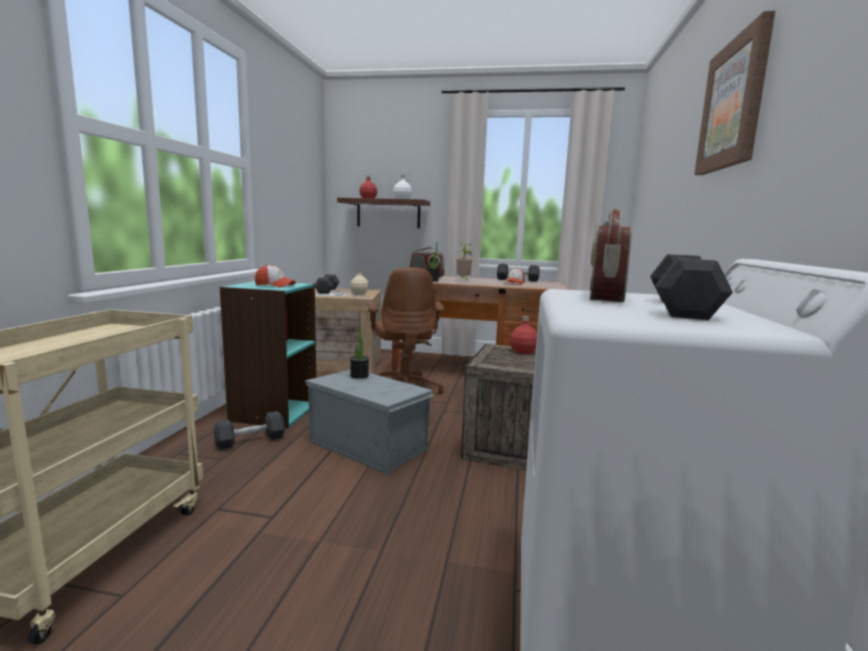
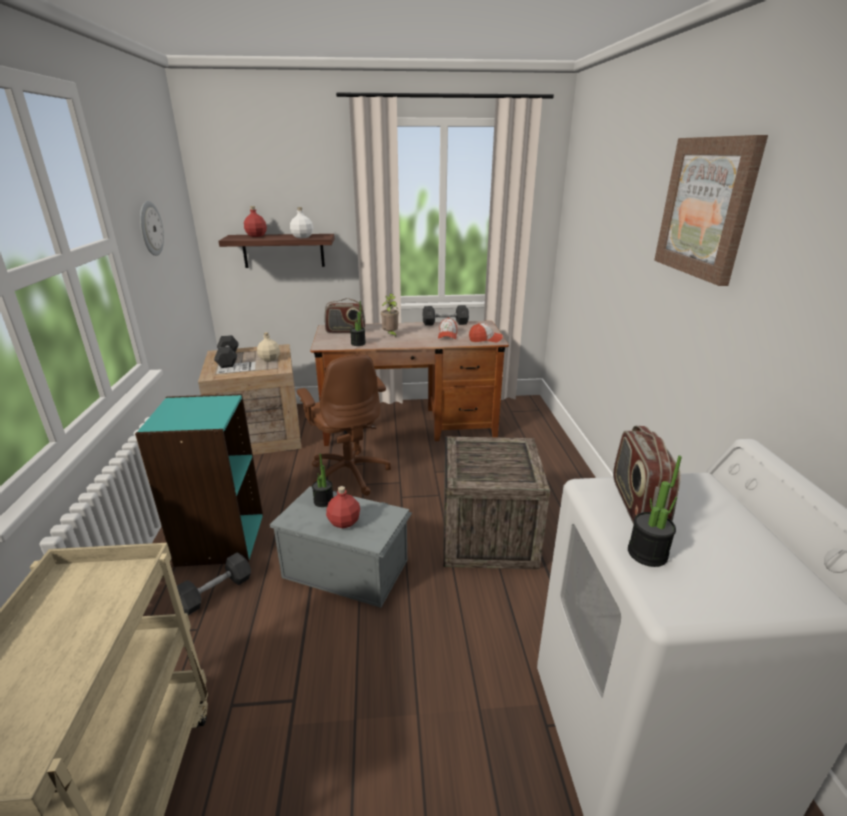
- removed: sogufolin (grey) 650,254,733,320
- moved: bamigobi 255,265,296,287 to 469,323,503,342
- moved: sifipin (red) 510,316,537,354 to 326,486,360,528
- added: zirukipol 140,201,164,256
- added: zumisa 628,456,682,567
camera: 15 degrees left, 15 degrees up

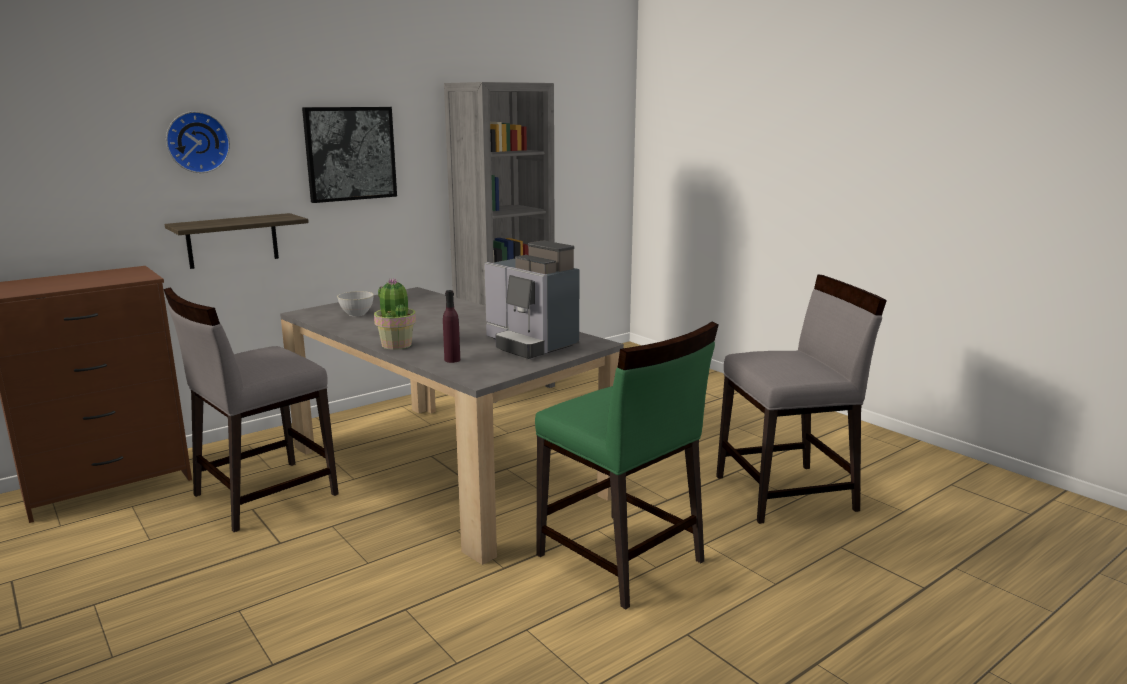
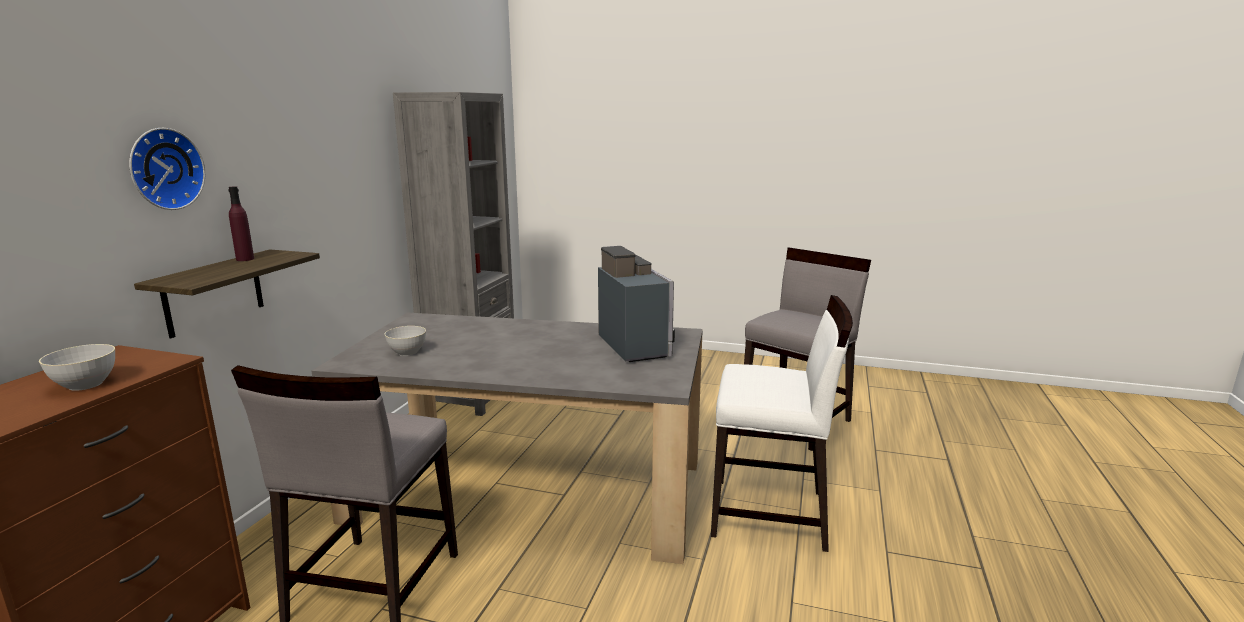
- removed: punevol 302,107,397,203
- turned: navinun 484,241,580,359 = 598,246,675,362 120 degrees counterclockwise
- removed: zumisa 374,278,416,350
- moved: sifipin (purple) 443,290,460,363 to 228,186,254,261
- recoloured: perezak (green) 535,322,719,610 to perezak (white) 711,295,853,552
- added: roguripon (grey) 39,344,115,391
camera: 35 degrees left, 0 degrees up

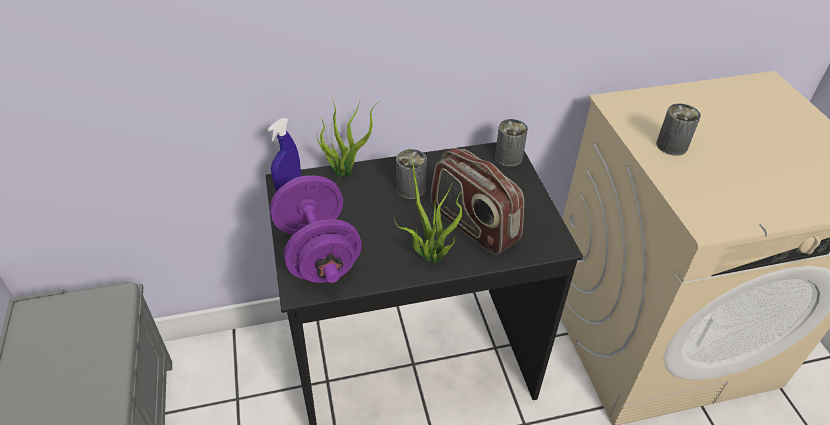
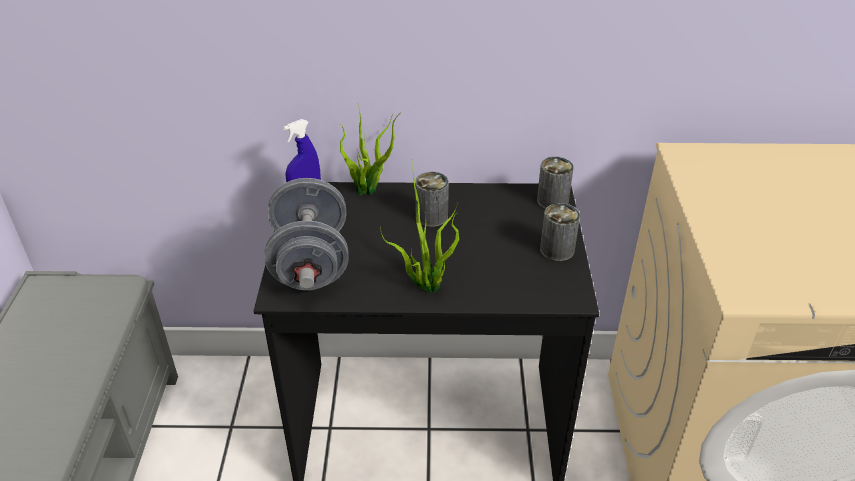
- moved: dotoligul 656,103,701,156 to 540,203,580,261
- removed: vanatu 430,148,524,256
- recoloured: sogufolin (purple) 270,175,362,283 to sogufolin (grey) 265,178,349,290
camera: 15 degrees right, 5 degrees down

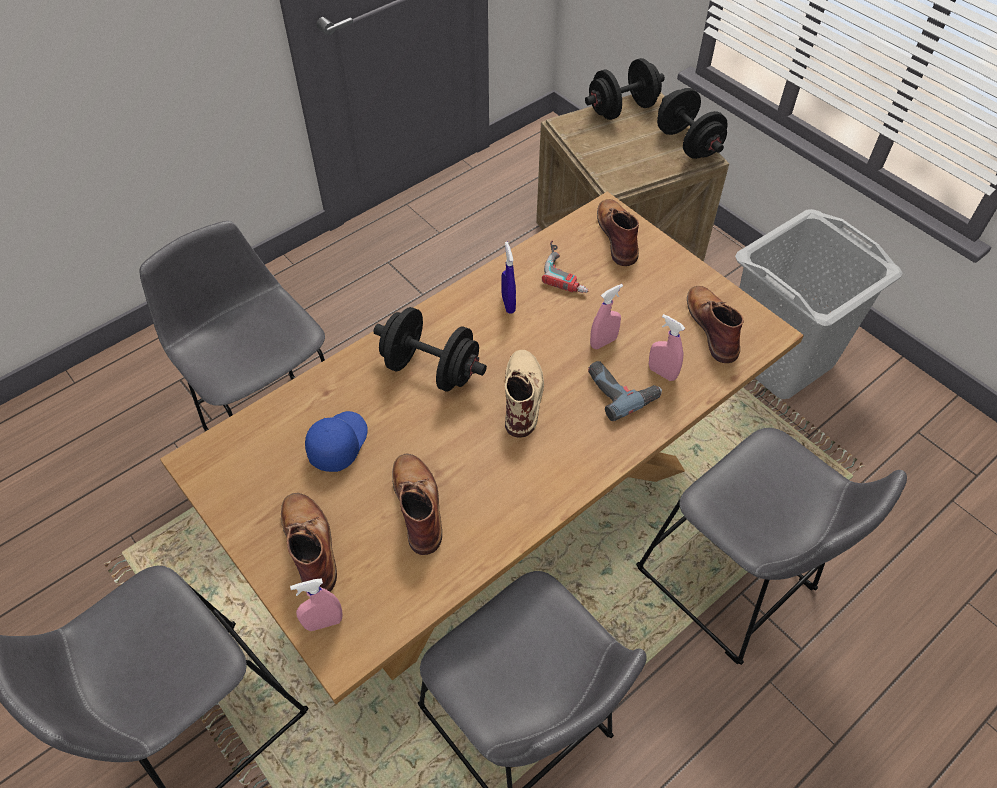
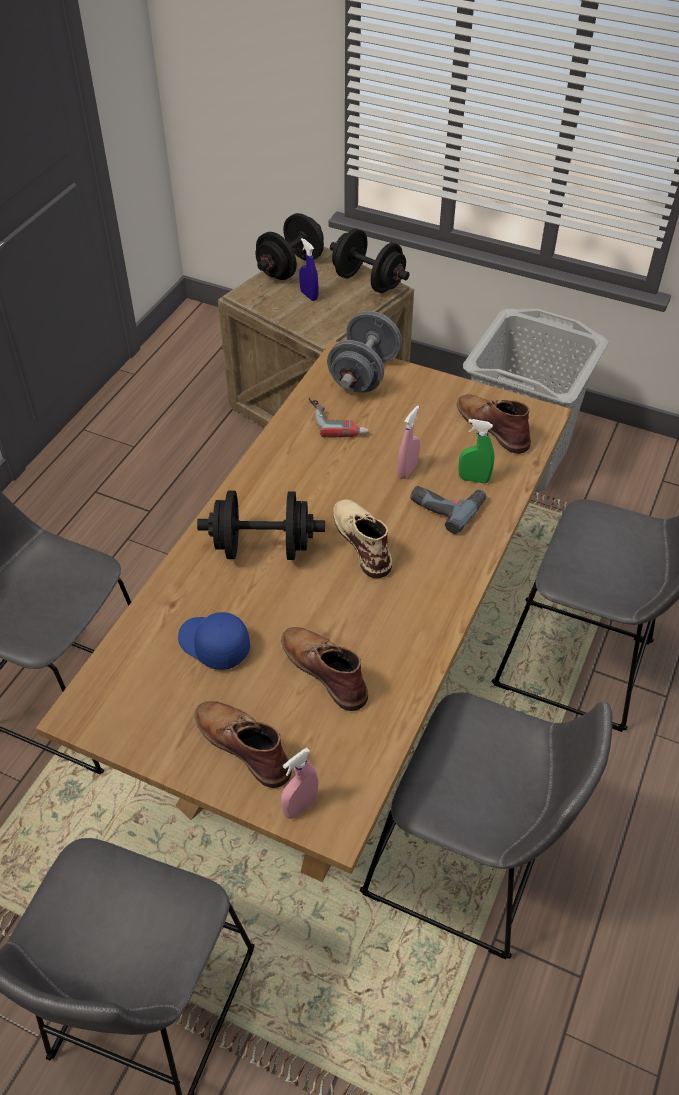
- replaced: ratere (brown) 597,199,639,266 to sogufolin (grey) 327,311,402,393
- moved: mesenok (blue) 501,242,516,314 to 299,238,319,301
- recoloured: mesenok (pink) 649,314,685,381 to mesenok (green) 458,419,495,484
- turned: bamigobi (blue) 305,411,368,472 = 178,612,250,670 45 degrees counterclockwise
camera: 25 degrees left, 5 degrees down

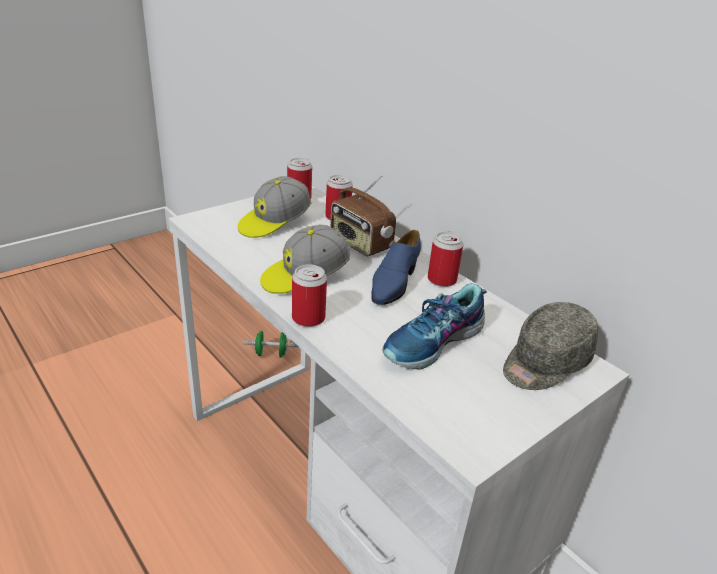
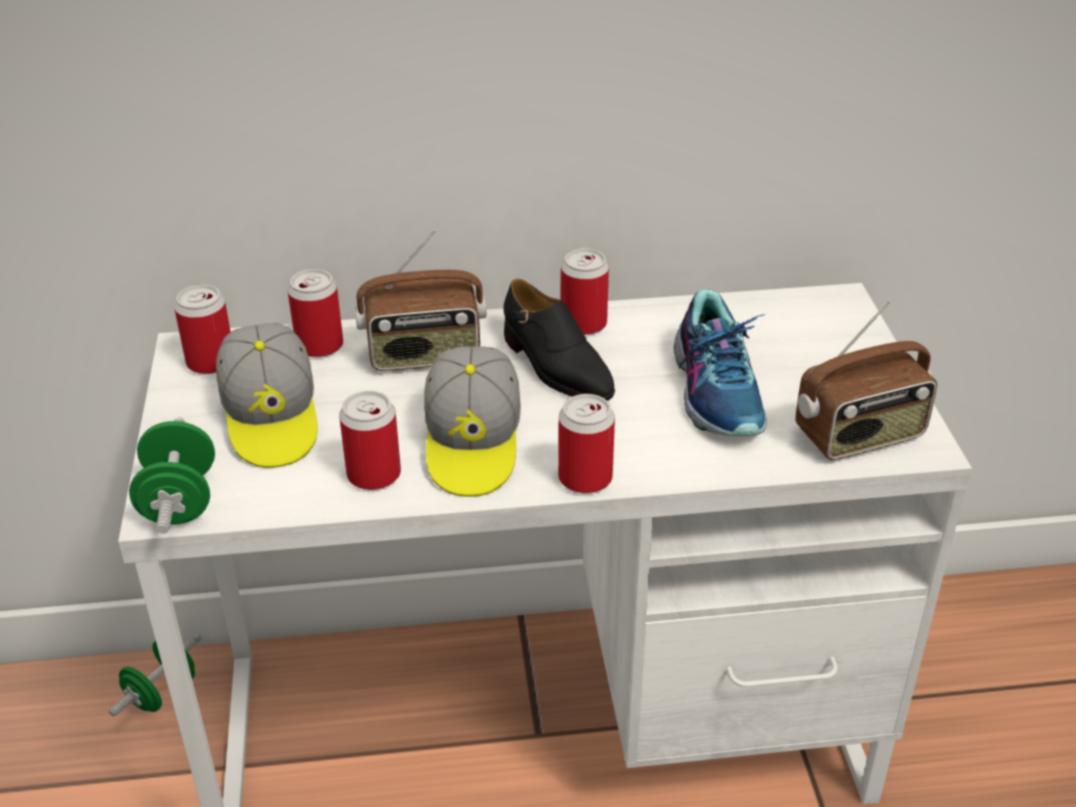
- recoloured: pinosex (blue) 371,230,421,305 to pinosex (black) 504,279,615,401
- removed: bamigobi (grey) 503,302,598,390
- added: vanatu 795,301,937,460
- added: dotoligul 339,391,401,490
- added: sogufolin (green) 129,418,215,534
camera: 55 degrees left, 5 degrees up

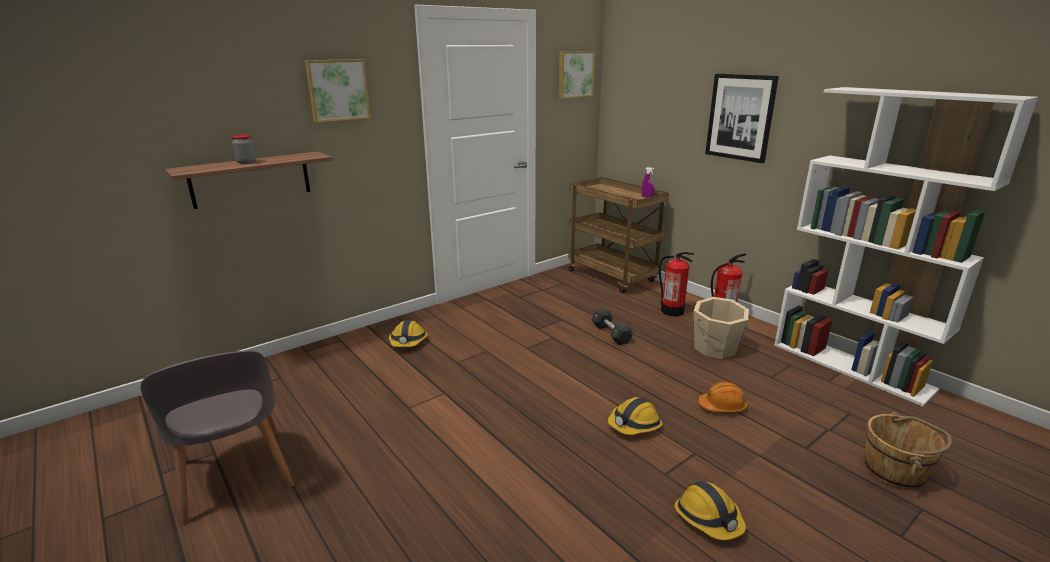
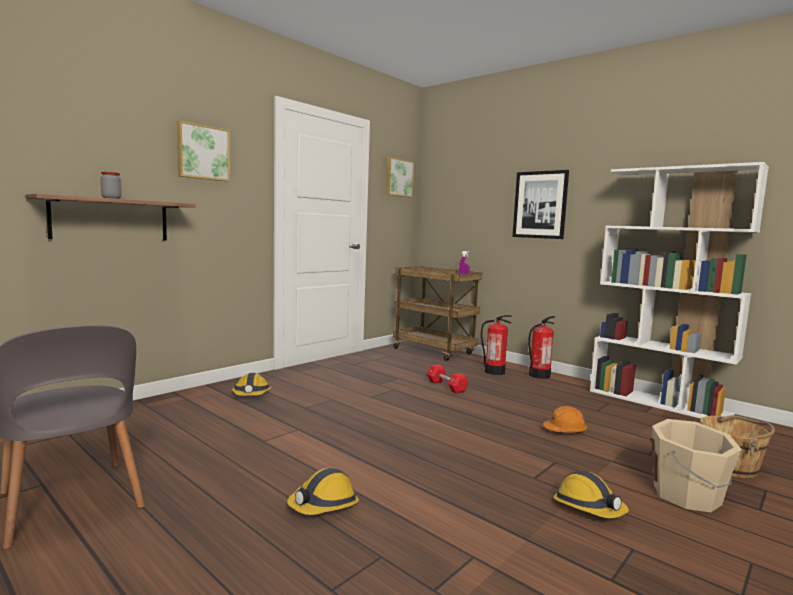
- moved: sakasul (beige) 694,297,749,359 to 652,419,742,512
- recoloured: sogufolin (black) 591,308,633,345 to sogufolin (red) 427,364,468,394
- moved: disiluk 608,397,663,435 to 287,468,359,515
camera: 10 degrees left, 15 degrees down

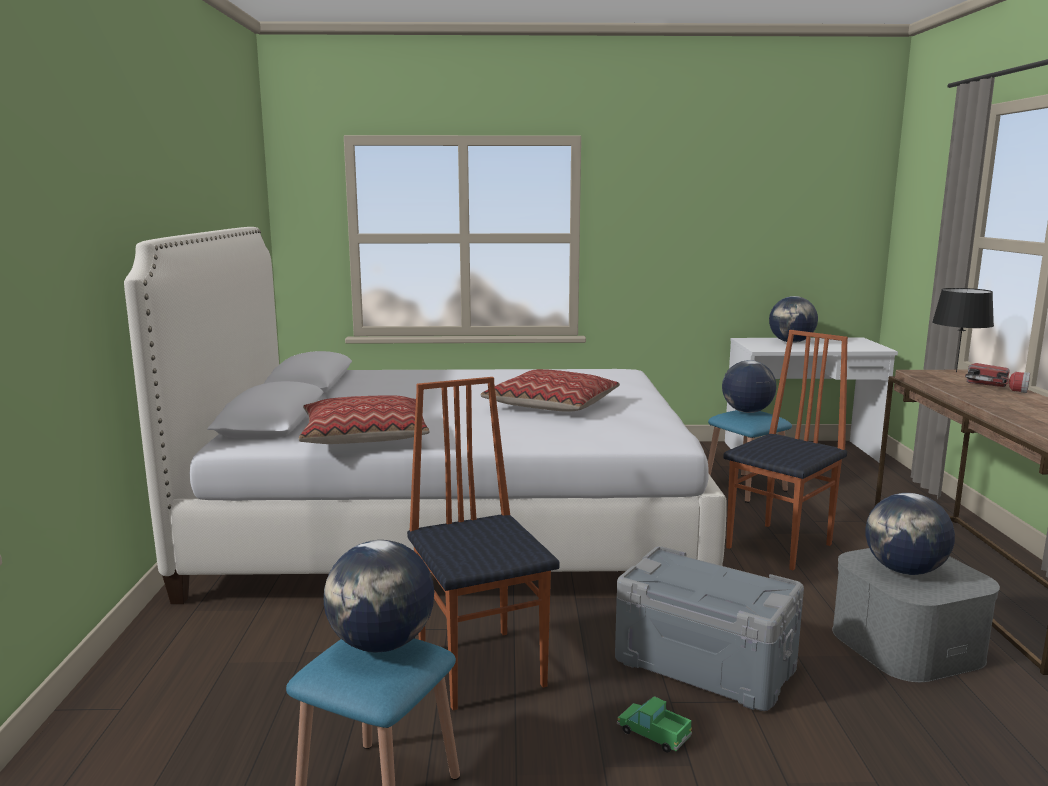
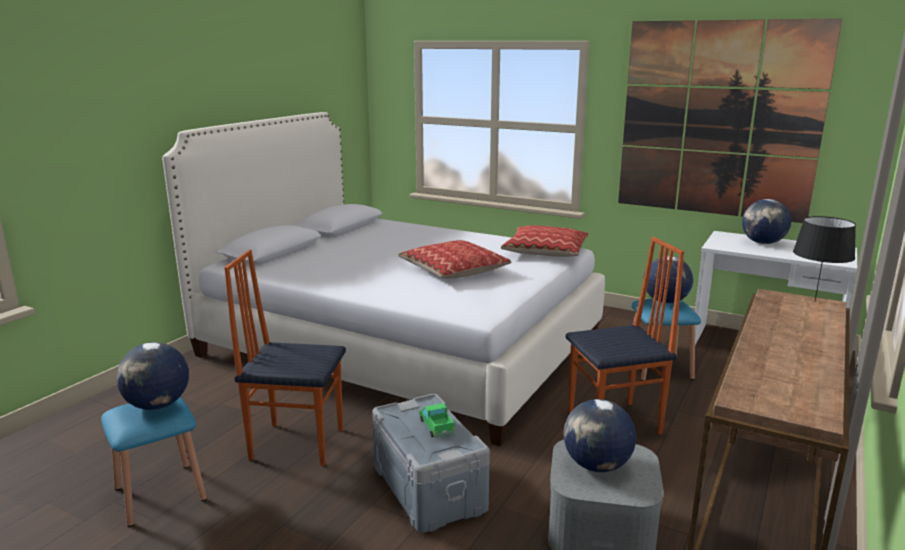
- removed: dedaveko 965,363,1030,393
- turned: perezak 407,377,560,710 = 224,250,346,466 90 degrees counterclockwise
- moved: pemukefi 299,395,429,444 to 501,225,589,257
- moved: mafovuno 617,696,692,753 to 419,403,455,437
- added: punevol 618,18,842,223
camera: 30 degrees right, 5 degrees up

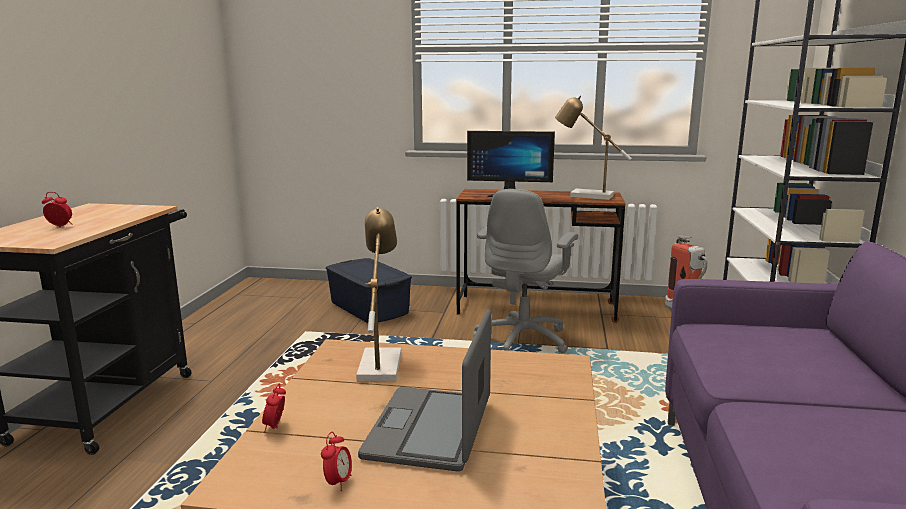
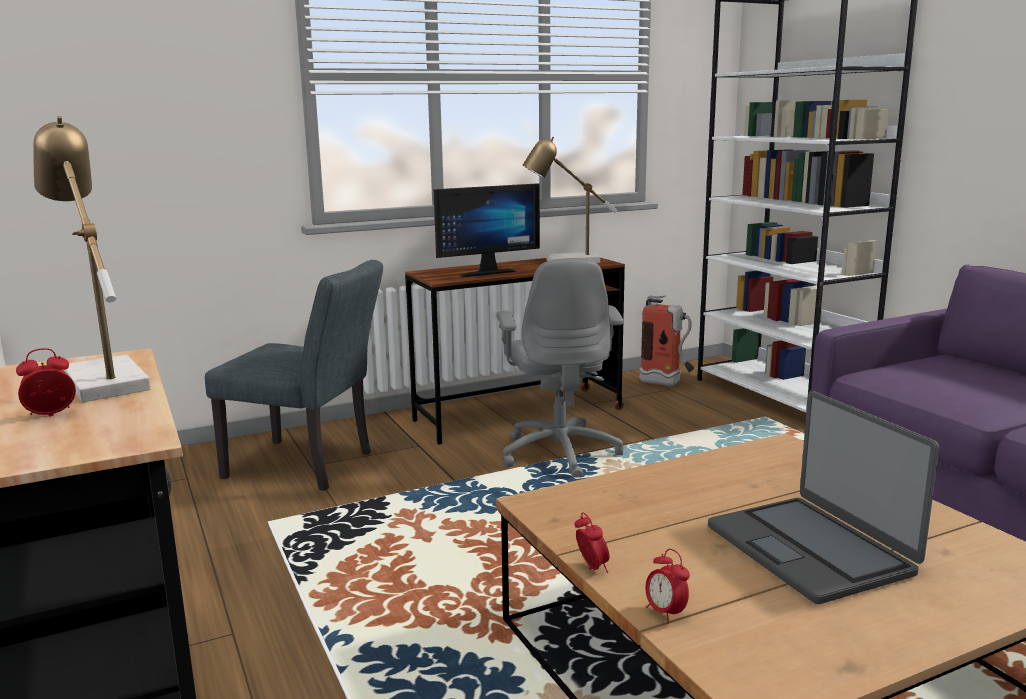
- moved: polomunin 356,207,401,382 to 33,116,151,402
- replaced: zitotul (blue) 326,258,412,323 to perezak (grey) 205,260,383,491
- moved: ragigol 321,432,352,491 to 574,512,610,573
camera: 35 degrees left, 0 degrees up

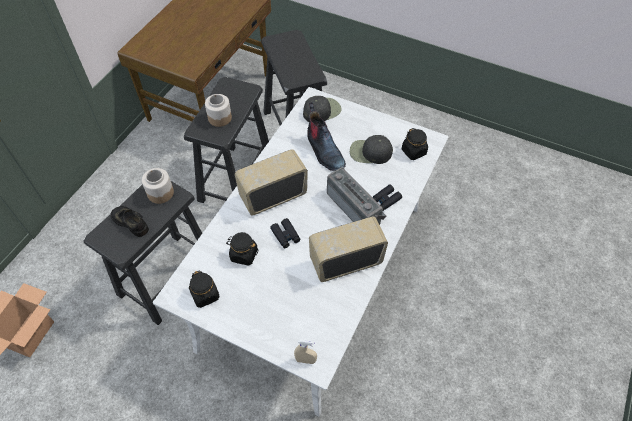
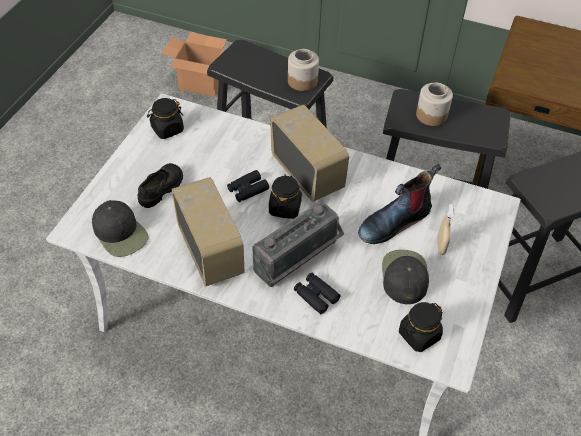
- moved: bamigobi (black) 303,96,342,122 to 92,200,149,257
- moved: pinosex (black) 110,206,149,237 to 137,163,183,208
- moved: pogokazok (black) 226,232,259,266 to 269,174,302,219
- moved: mesenok (beige) 294,340,317,364 to 437,204,454,255
camera: 85 degrees right, 5 degrees down

